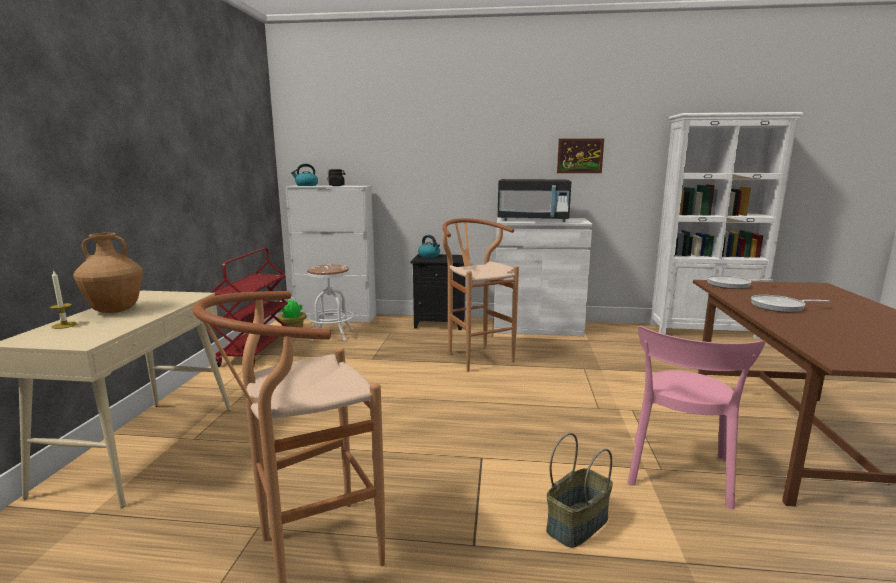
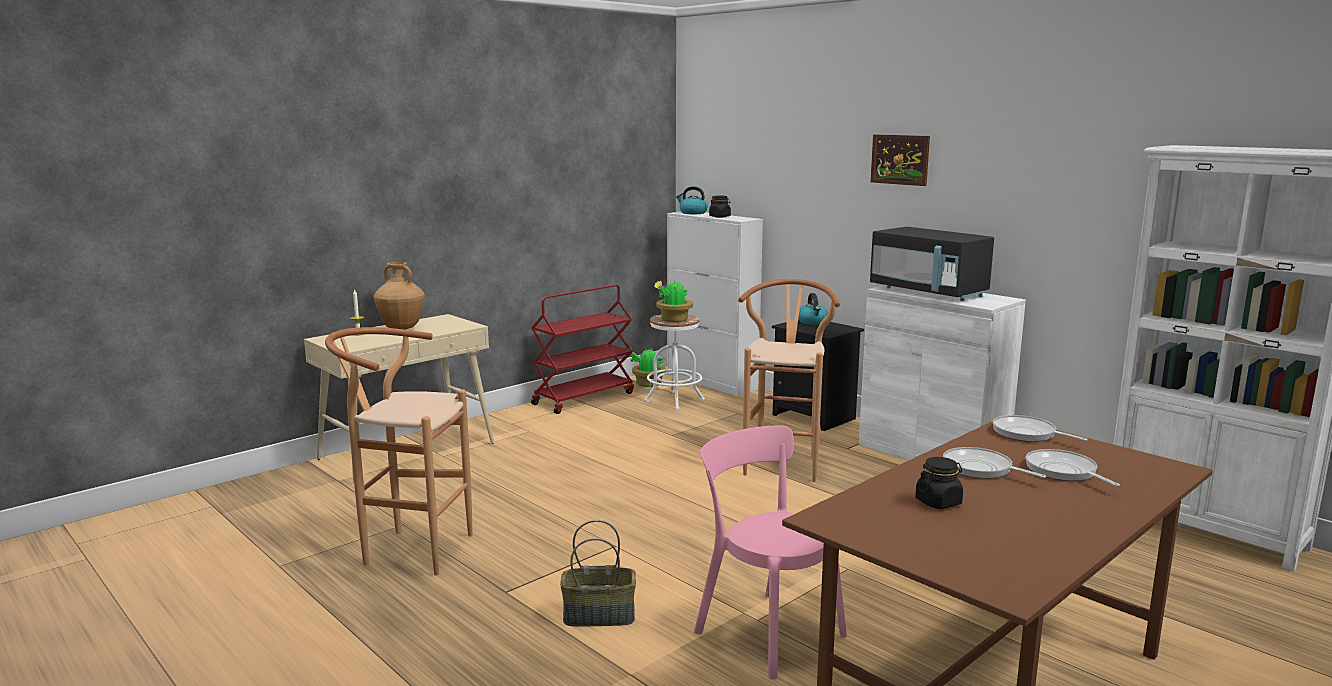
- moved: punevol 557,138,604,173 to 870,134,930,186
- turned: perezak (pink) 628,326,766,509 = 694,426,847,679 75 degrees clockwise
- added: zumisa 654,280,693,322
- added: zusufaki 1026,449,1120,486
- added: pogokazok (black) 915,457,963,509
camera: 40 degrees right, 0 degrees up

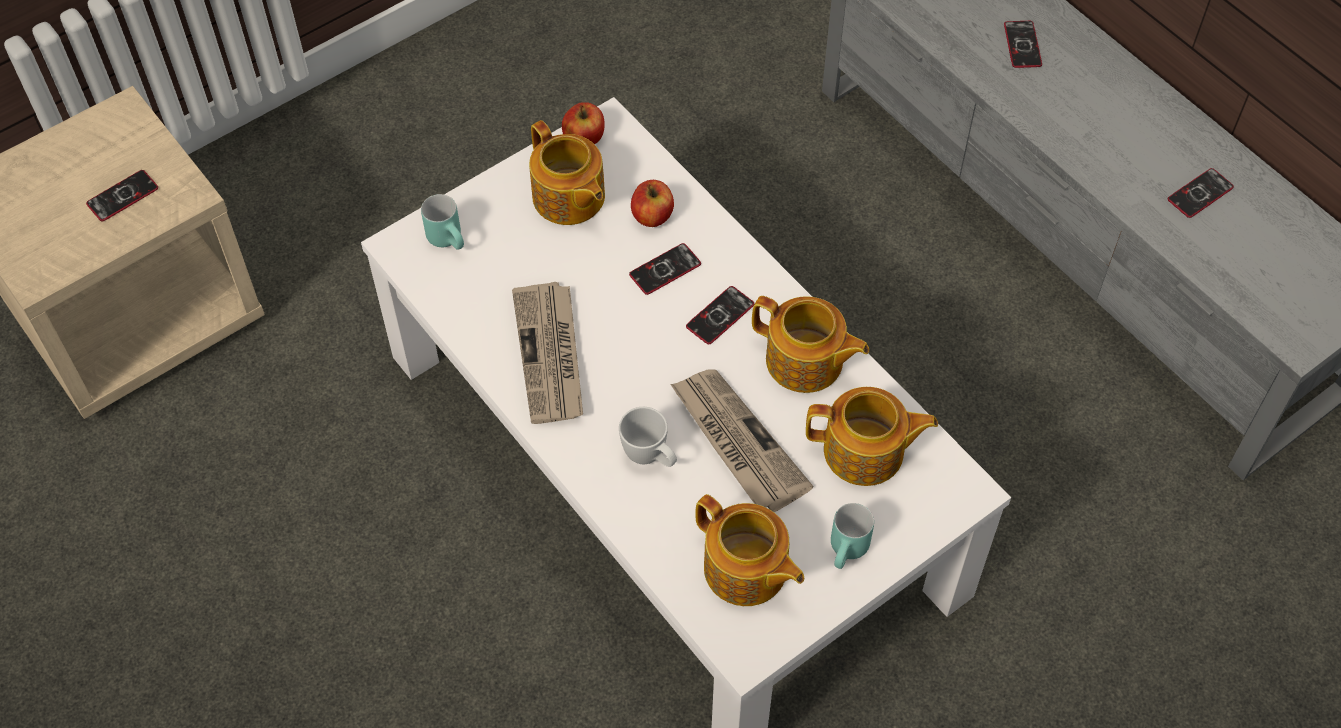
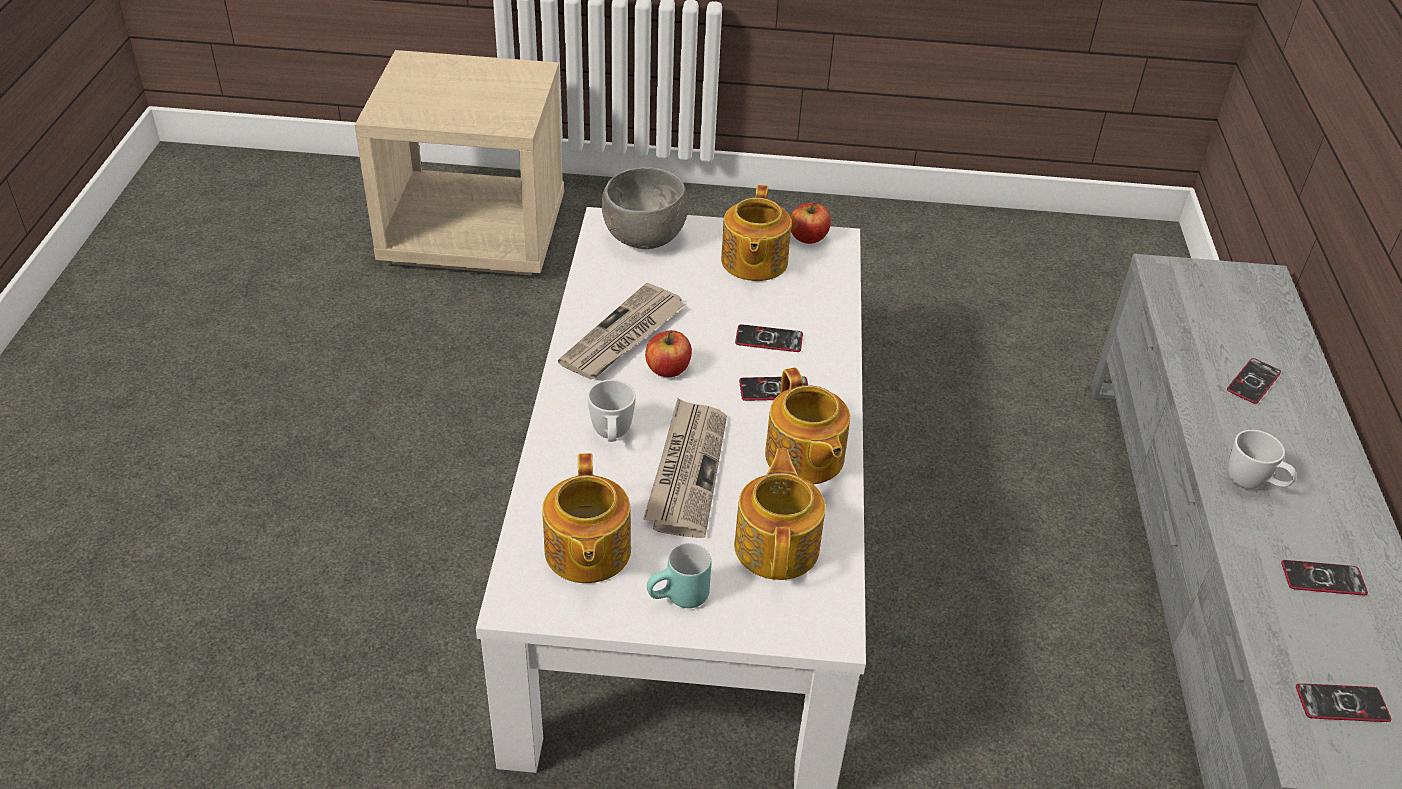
- moved: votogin 86,170,158,221 to 1296,683,1391,722
- moved: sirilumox 631,180,674,227 to 645,330,692,377
- replaced: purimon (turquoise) 421,194,464,250 to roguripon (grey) 602,167,689,249
- turned: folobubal 806,387,938,486 = 734,448,825,580 135 degrees counterclockwise
- added: purimon (white) 1228,430,1296,489
camera: 40 degrees right, 15 degrees down

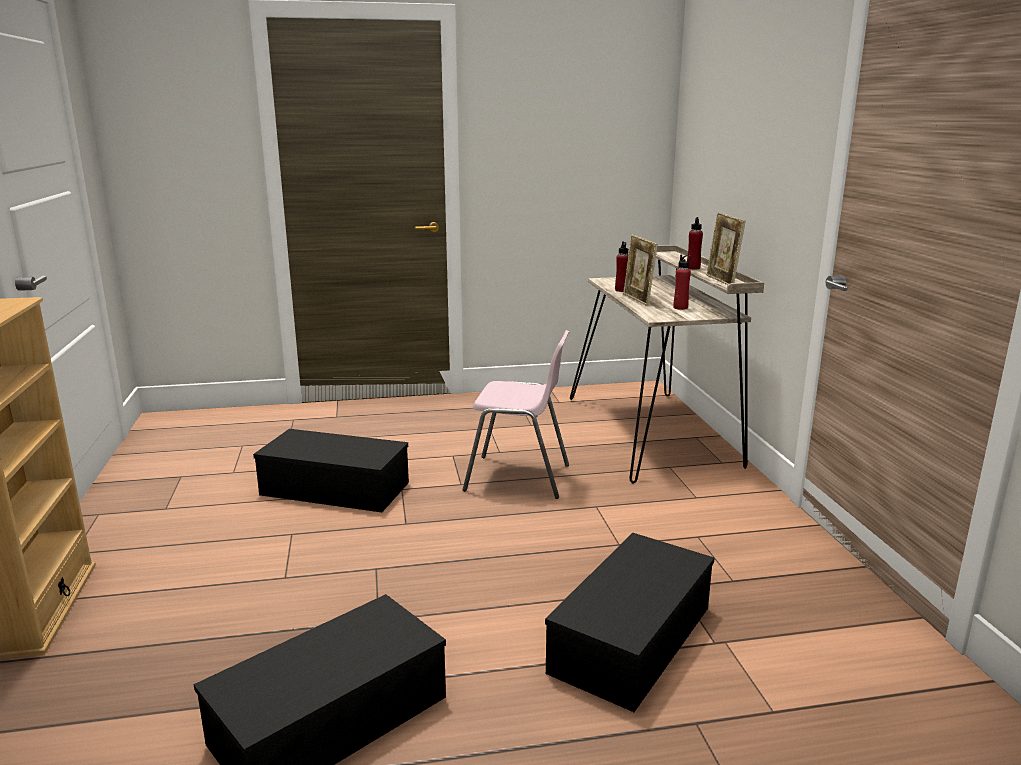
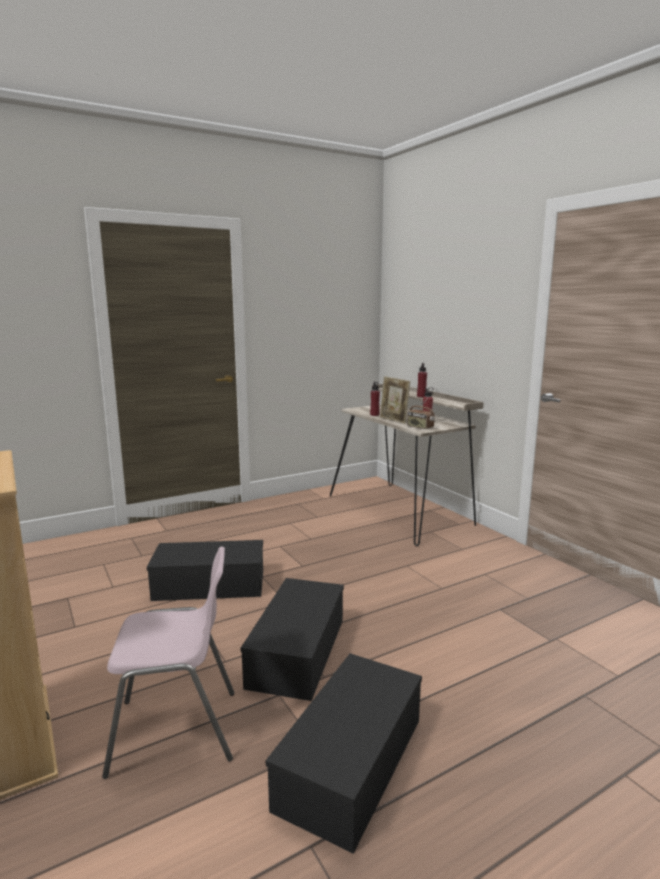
- removed: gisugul 707,212,746,285
- moved: perezak (pink) 463,330,570,499 to 102,546,235,779
- moved: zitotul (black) 545,533,715,712 to 241,578,344,701
- added: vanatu 407,398,435,429
camera: 20 degrees left, 5 degrees down

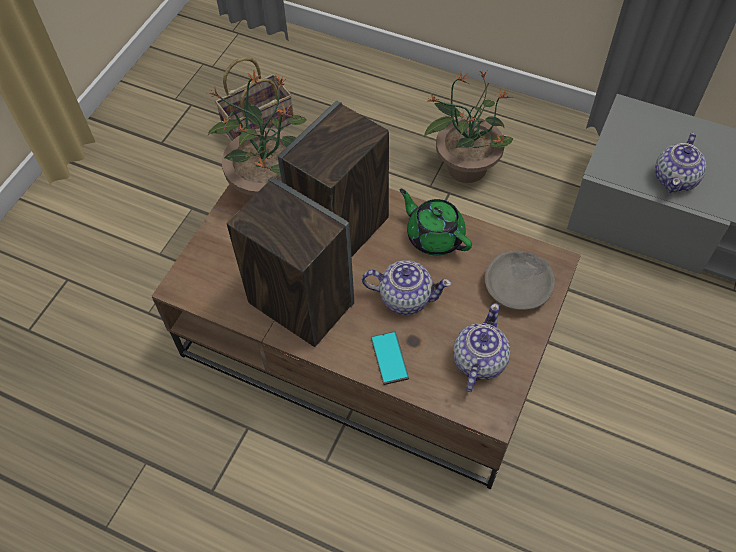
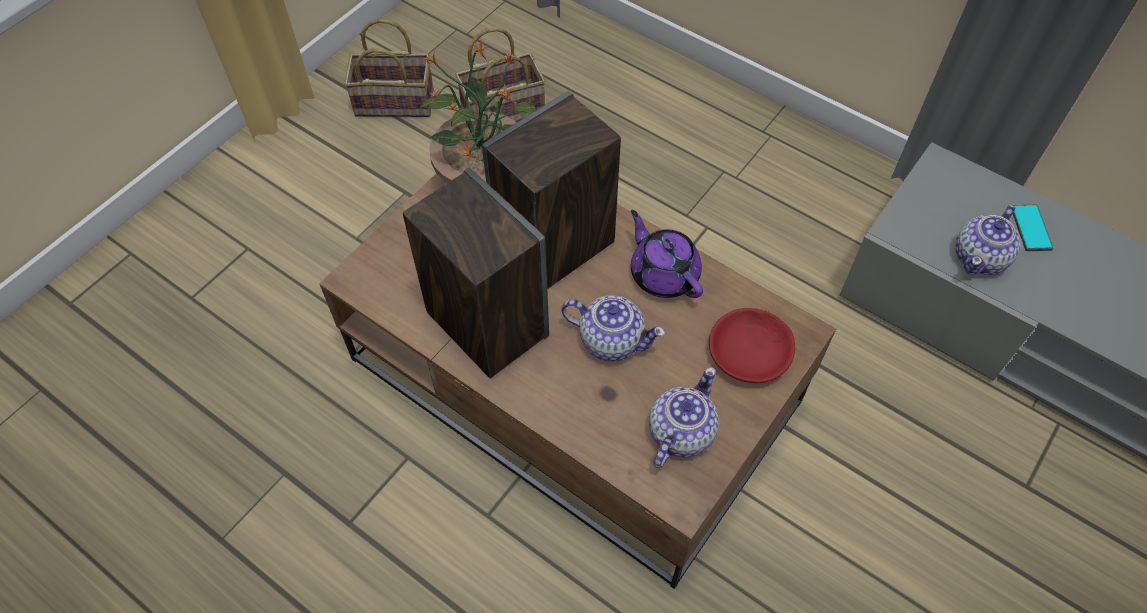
- removed: zumisa 424,69,513,183
- recoloured: folobubal (green) 399,189,472,256 to folobubal (purple) 631,210,703,298
- recoloured: roguripon (grey) 484,250,555,311 to roguripon (red) 709,308,795,383
- moved: votogin 371,331,409,385 to 1013,205,1054,251
- added: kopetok 344,19,434,117
camera: 10 degrees right, 0 degrees up

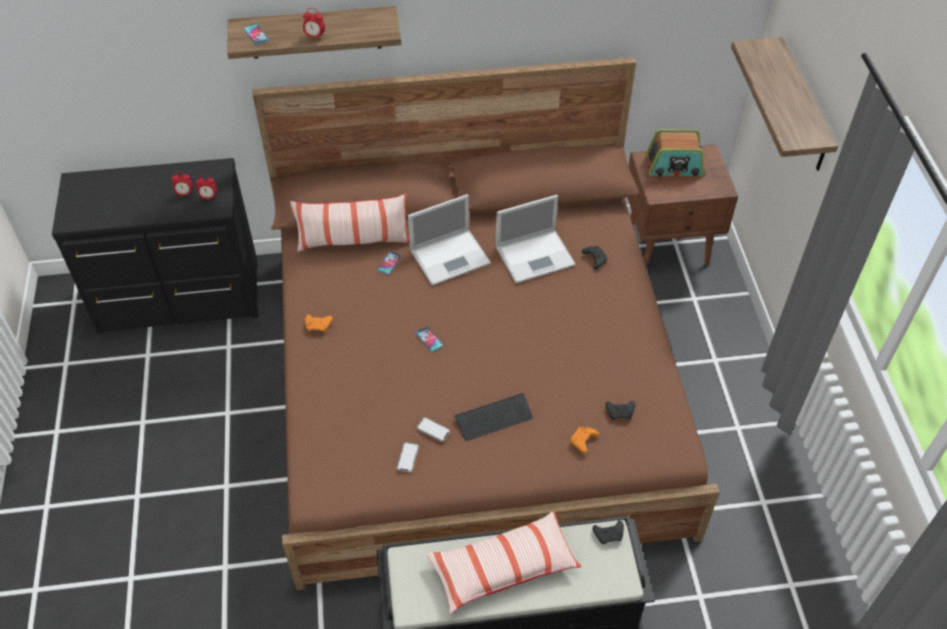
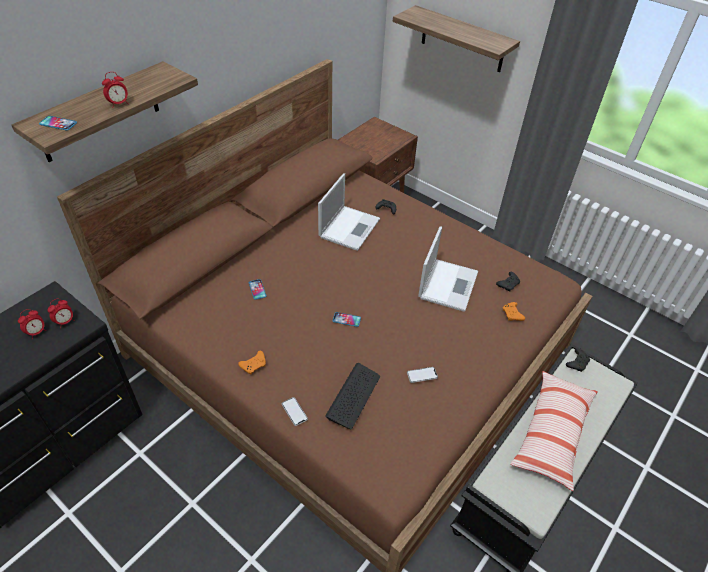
- removed: vanatu 646,129,704,176
- removed: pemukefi 290,194,410,252
- moved: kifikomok 408,194,491,286 to 418,226,478,312
- moved: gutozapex 454,393,533,441 to 325,363,380,429
- moved: votogin 397,442,419,472 to 282,397,308,426
camera: 45 degrees left, 5 degrees down

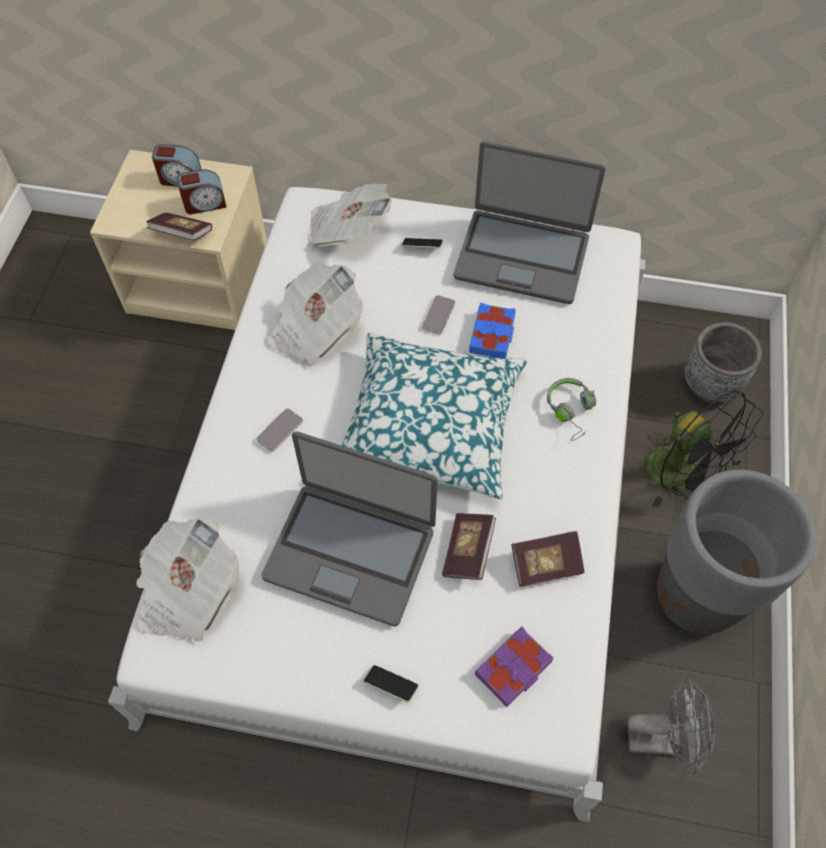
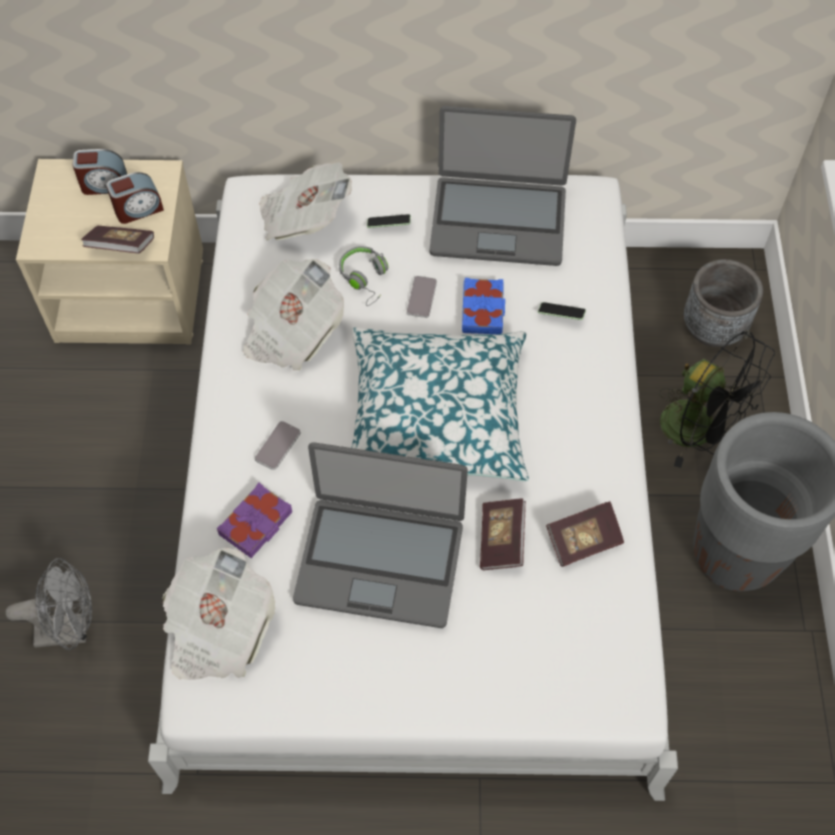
- moved: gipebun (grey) 547,378,596,441 to 339,246,388,306
- moved: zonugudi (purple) 475,626,554,707 to 217,483,292,558
- moved: votogin 363,665,419,703 to 538,302,586,320
- moved: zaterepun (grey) 628,677,715,774 to 5,558,92,650
camera: 10 degrees left, 0 degrees up

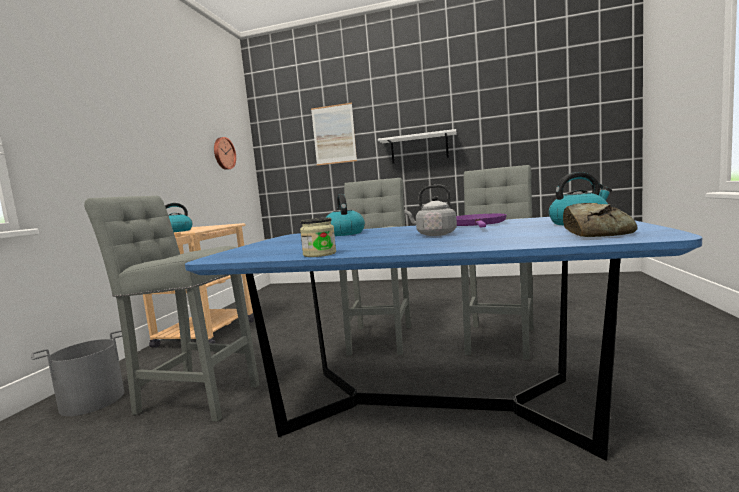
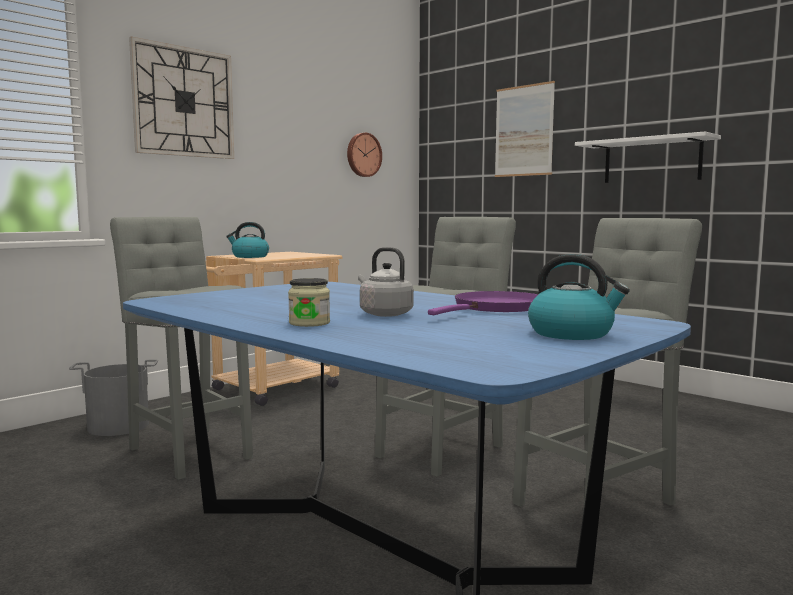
- removed: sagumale 326,194,365,236
- removed: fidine 563,203,638,237
- moved: pogokazok 300,217,336,257 to 288,278,330,327
- added: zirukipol 129,36,234,159
camera: 30 degrees right, 0 degrees up

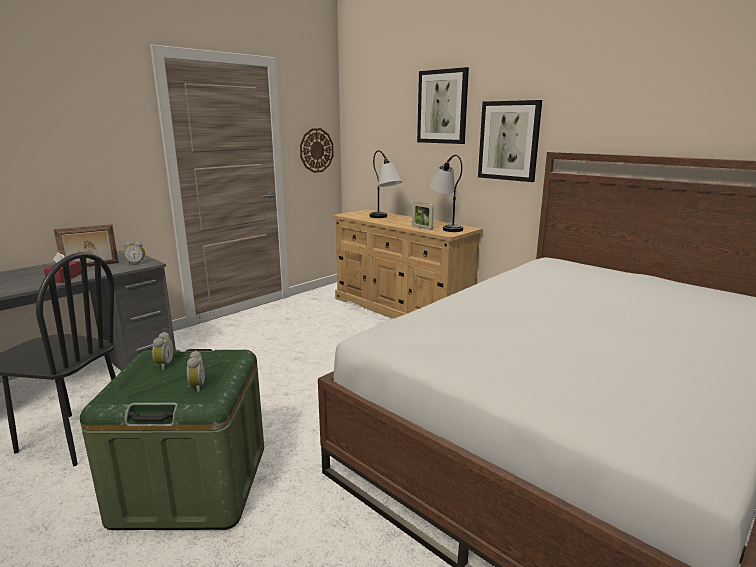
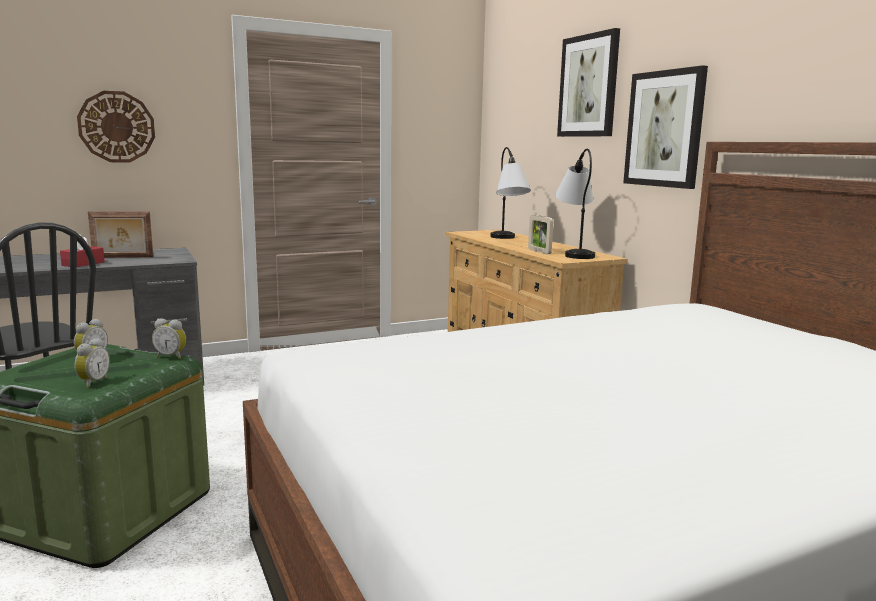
- moved: zirukipol 300,128,334,173 to 77,91,155,162
- moved: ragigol 124,241,145,265 to 152,318,186,359
camera: 20 degrees right, 5 degrees down

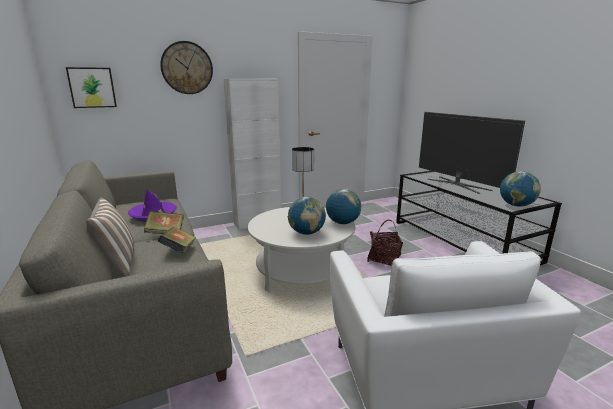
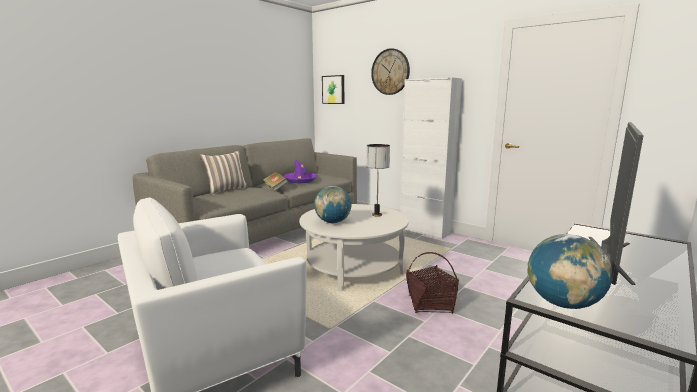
- removed: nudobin 326,189,361,224
- removed: zonugudi 158,227,196,253
camera: 65 degrees right, 5 degrees down

